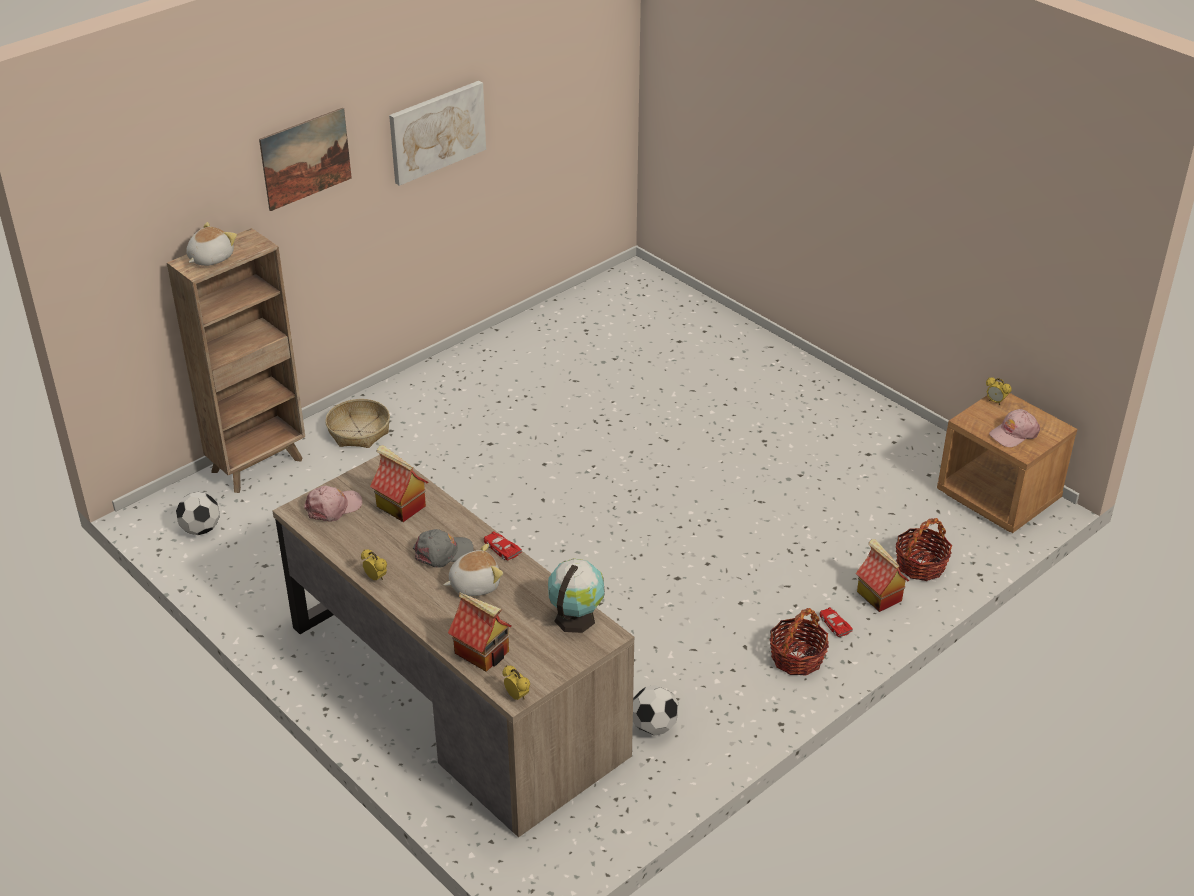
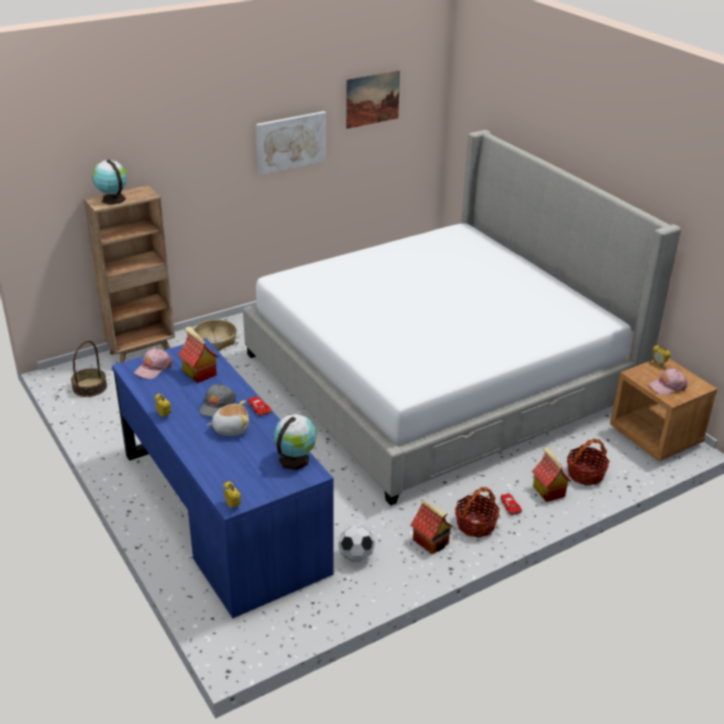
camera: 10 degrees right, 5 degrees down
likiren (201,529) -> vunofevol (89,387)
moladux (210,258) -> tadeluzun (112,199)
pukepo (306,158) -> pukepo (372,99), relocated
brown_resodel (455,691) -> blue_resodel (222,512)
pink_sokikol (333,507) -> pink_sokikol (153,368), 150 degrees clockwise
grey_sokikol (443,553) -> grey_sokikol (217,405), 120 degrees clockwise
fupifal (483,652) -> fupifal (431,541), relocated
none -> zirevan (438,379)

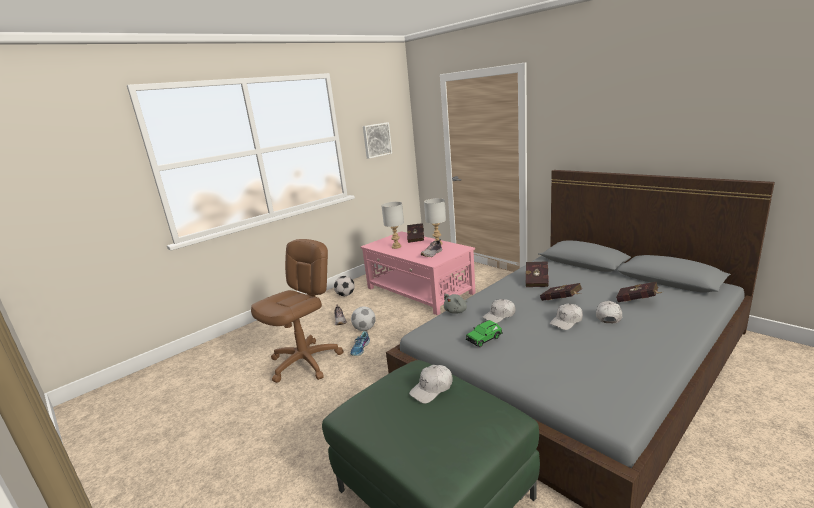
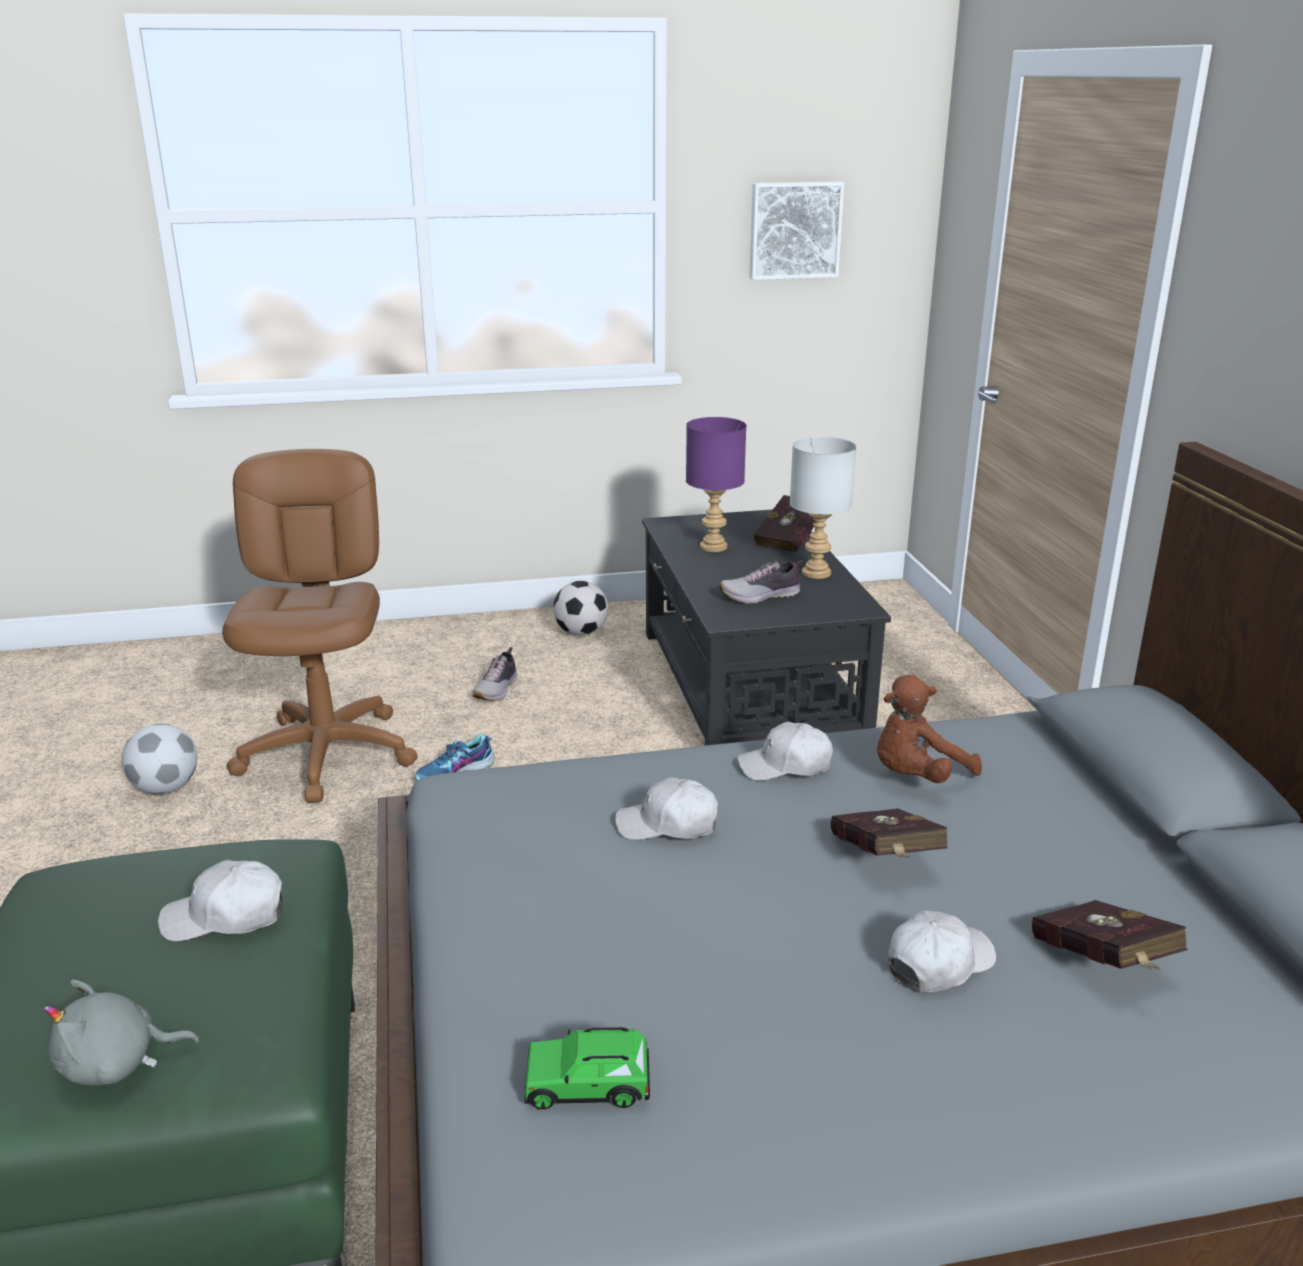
camera: 30 degrees right, 5 degrees up
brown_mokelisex (305,362) -> brown_mokelisex (328,754), 75 degrees counterclockwise
likiren (364,329) -> likiren (165,788), relocated
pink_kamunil (419,291) -> black_kamunil (749,687)
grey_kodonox (396,246) -> purple_kodonox (714,547)
grey_moladux (456,311) -> grey_moladux (117,1064), relocated
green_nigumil (484,339) -> green_nigumil (588,1085), relocated
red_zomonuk (537,281) -> brown_moladux (916,777)
white_sokikol (566,321) -> white_sokikol (785,766), relocated

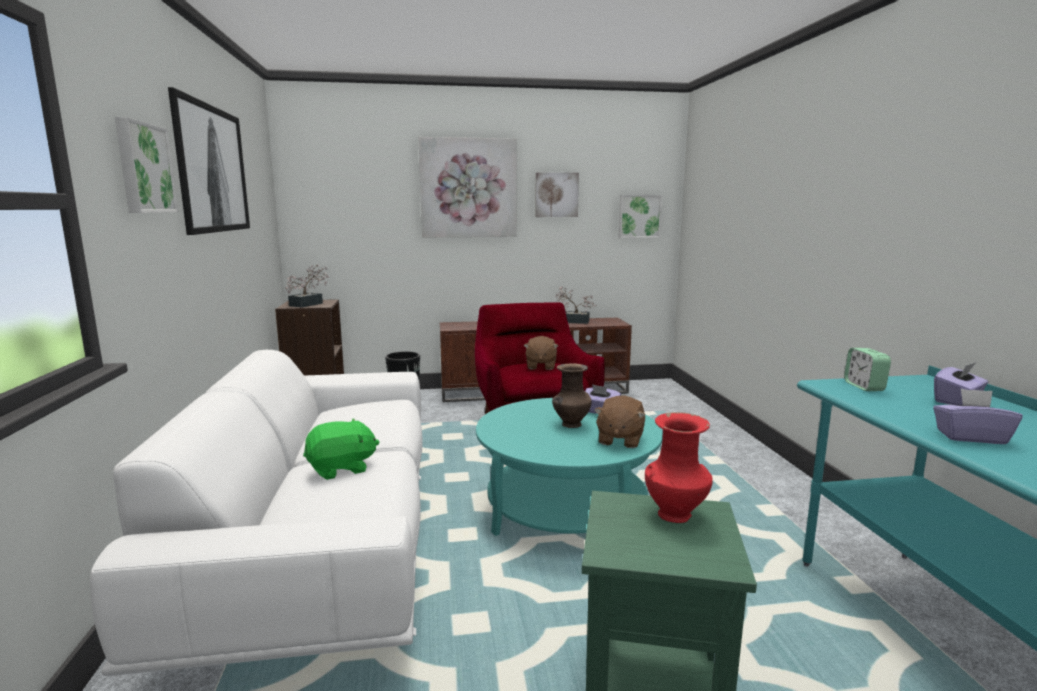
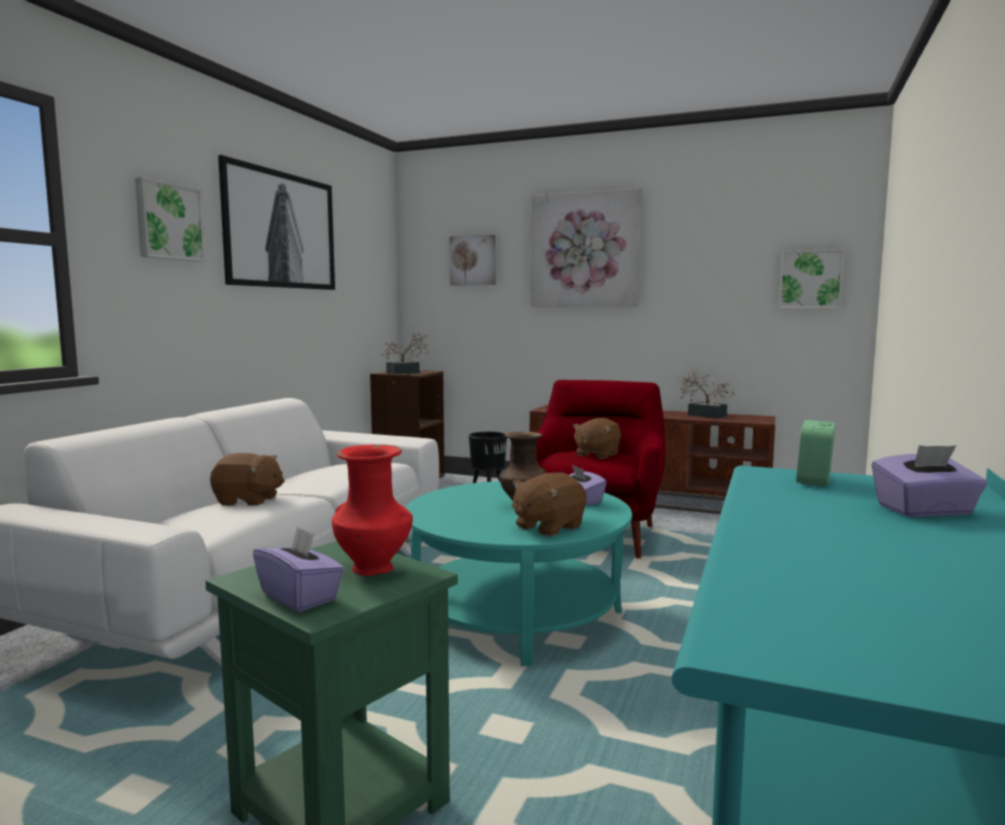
camera: 30 degrees right, 5 degrees down
green_moladux (341,469) -> brown_moladux (248,501)
pukepo (556,195) -> pukepo (473,260), relocated
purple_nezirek (970,437) -> purple_nezirek (300,596), relocated

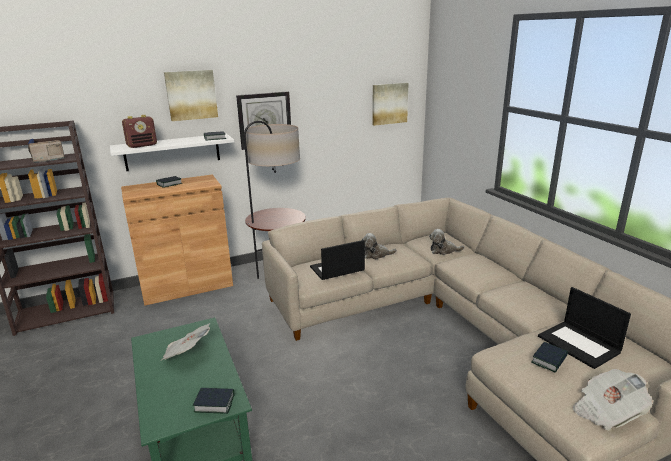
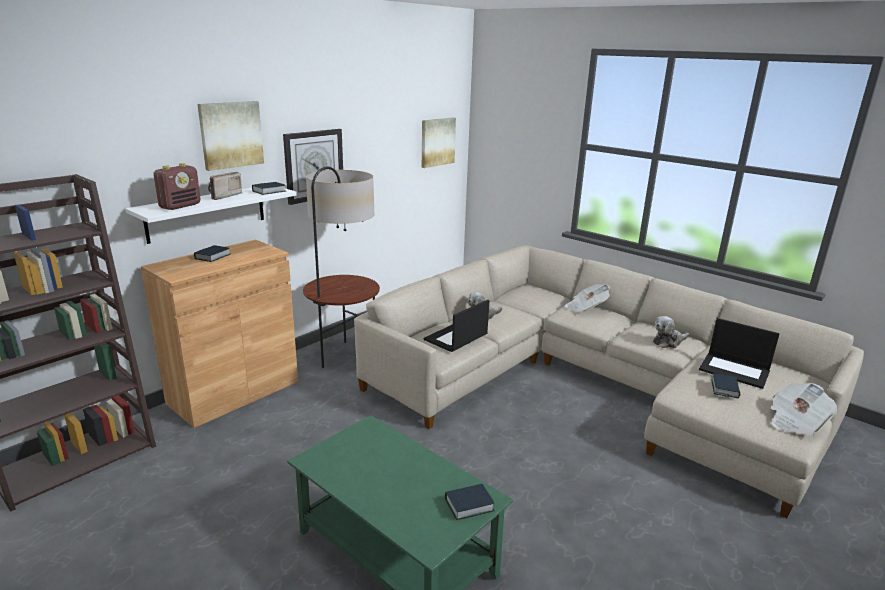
camera: 25 degrees left, 0 degrees up
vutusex (47,160) -> vutusex (222,196), relocated
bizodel (187,353) -> bizodel (586,308), relocated
moladux (443,250) -> moladux (668,342), relocated

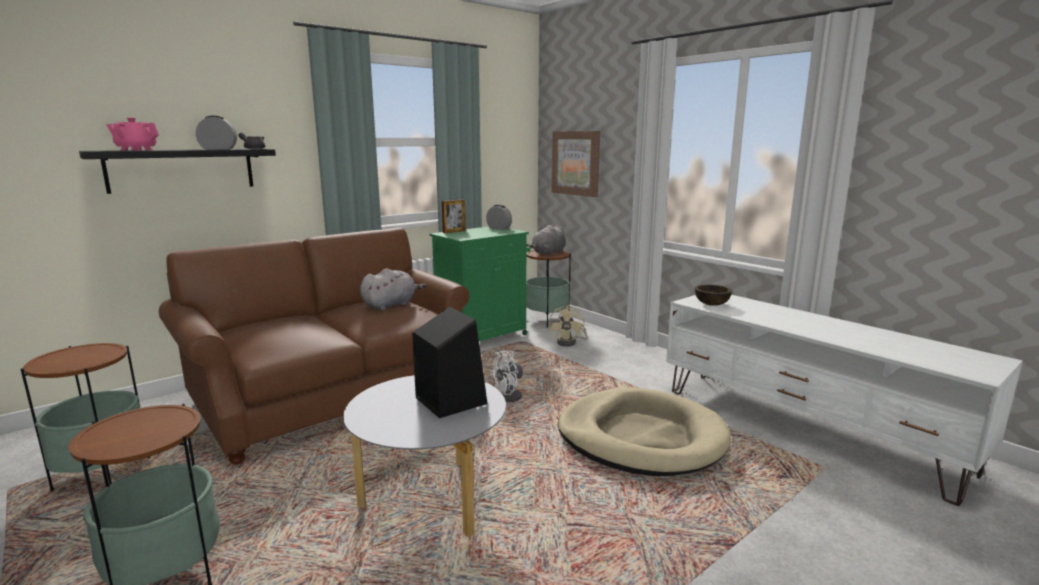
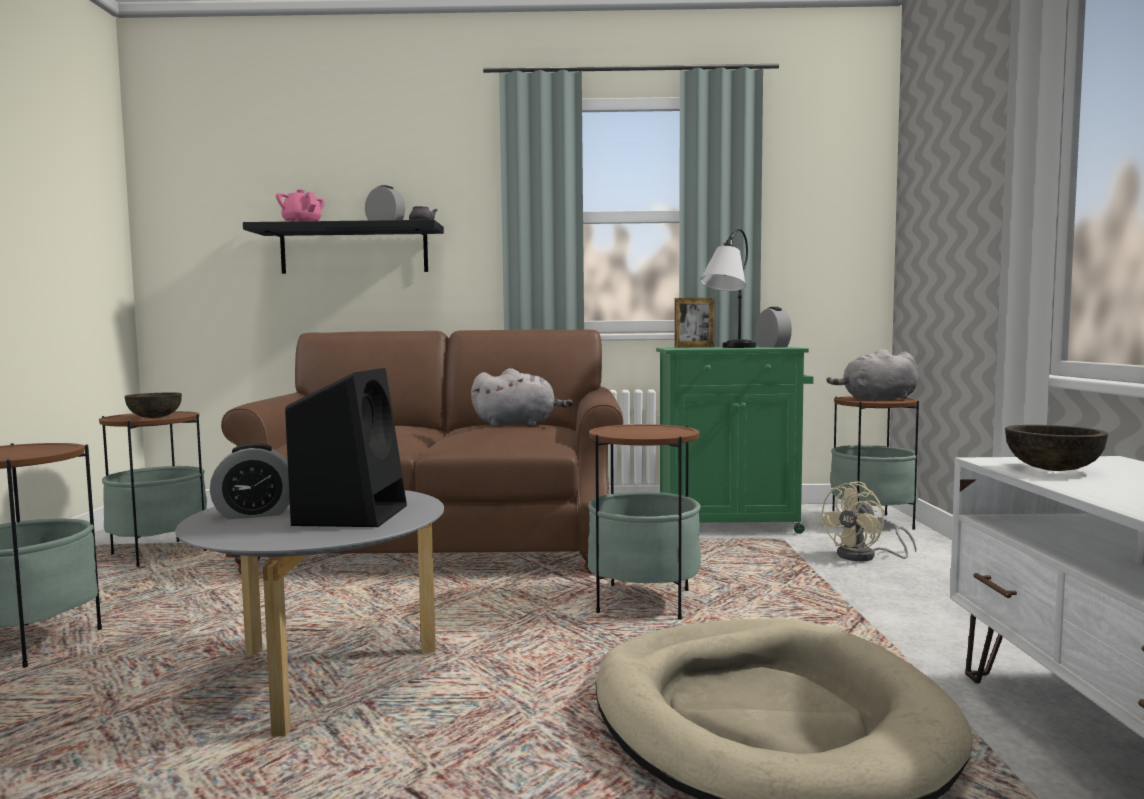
camera: 40 degrees right, 10 degrees down
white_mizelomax (515,398) -> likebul (644,602)
pukepo (576,163) -> none
none -> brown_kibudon (155,417)
none -> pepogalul (255,514)
none -> kodonox (728,348)

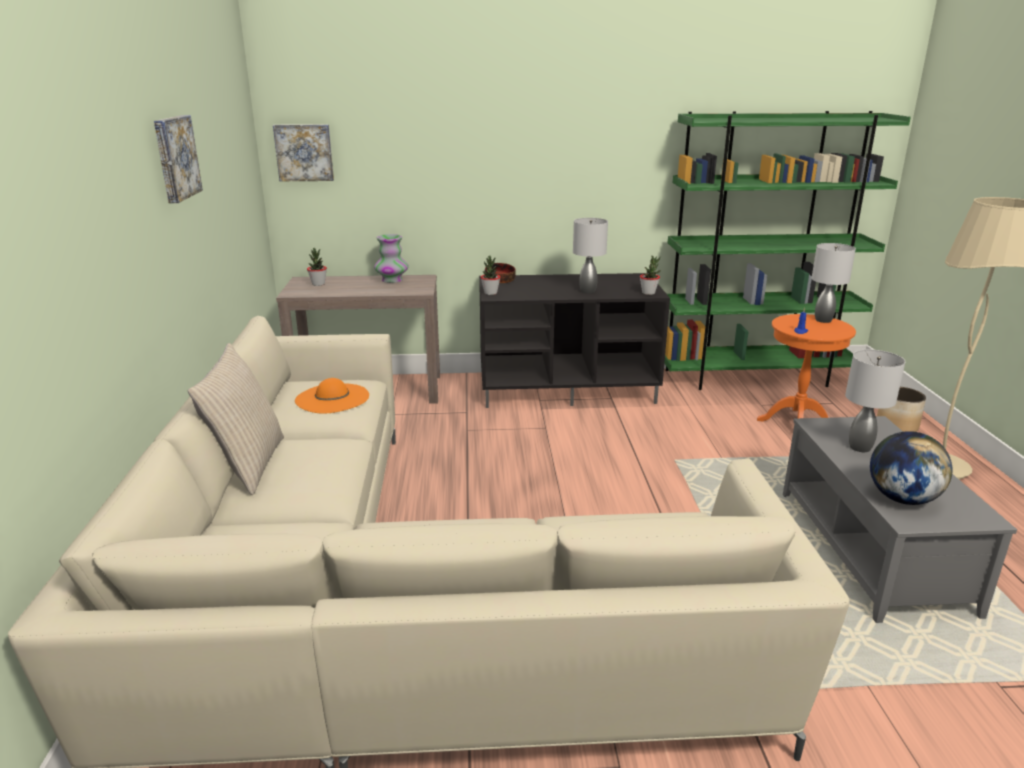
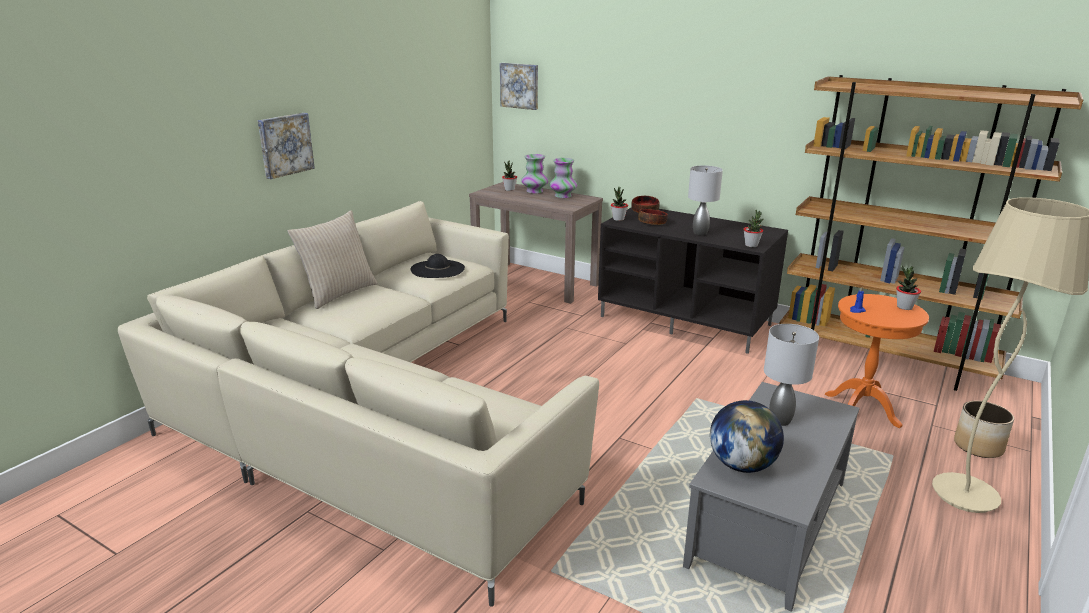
camera: 35 degrees right, 0 degrees up
pukepo (175,158) -> pukepo (285,145), relocated
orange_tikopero (332,398) -> black_tikopero (437,269)
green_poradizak (755,377) -> brown_poradizak (883,360)
grey_kodonox (822,320) -> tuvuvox (904,307)
none -> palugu (534,191)
none -> kibudon (652,223)

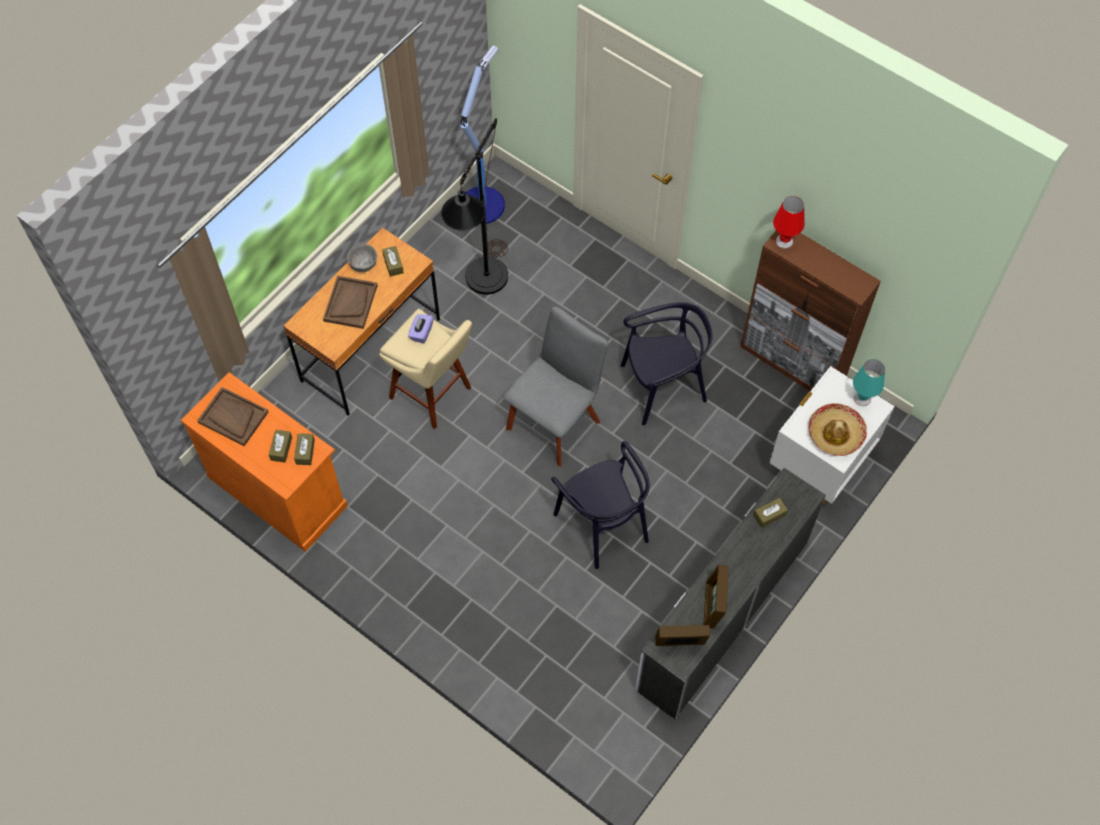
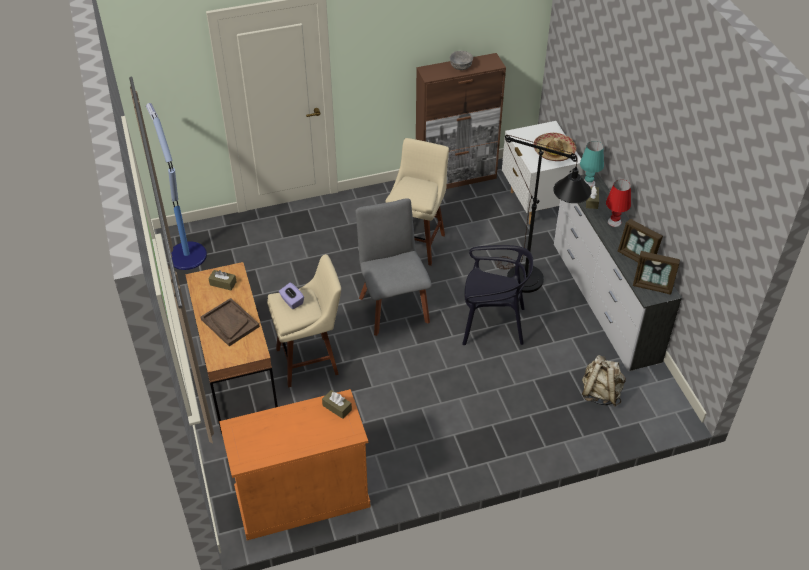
camera: 55 degrees left, 15 degrees down
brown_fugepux (233,417) -> none
brown_nezirek (281,448) -> none
grey_kibudon (363,264) -> grey_kibudon (461,67), relocated
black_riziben (483,286) -> black_riziben (532,285), relocated
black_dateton (663,386) -> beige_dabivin (417,242)
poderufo (679,644) -> poderufo (652,286), 105 degrees counterclockwise
red_kodonox (784,241) -> red_kodonox (614,222), relocated
turquoise_kodonox (862,398) -> turquoise_kodonox (588,183), relocated
none -> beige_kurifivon (600,393)

